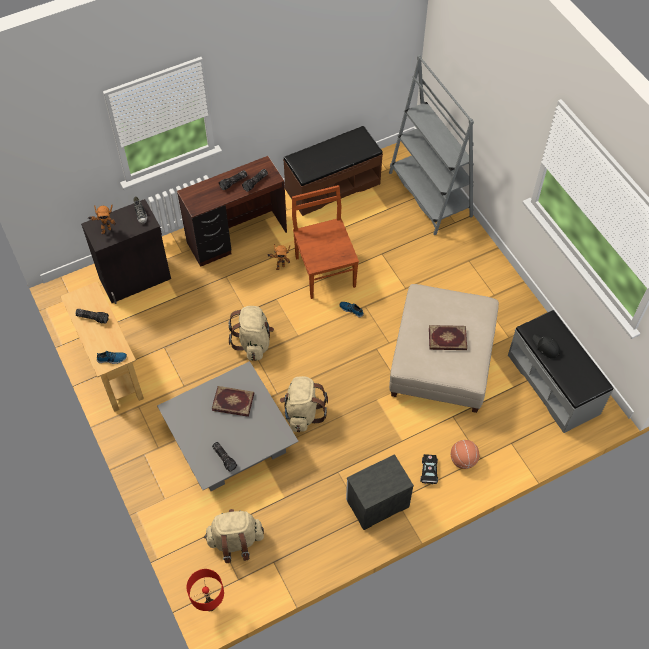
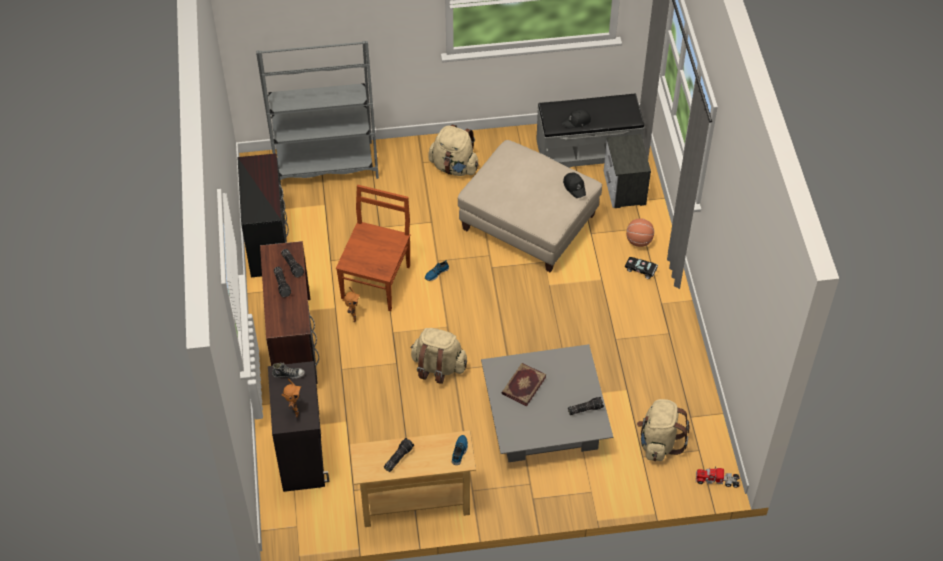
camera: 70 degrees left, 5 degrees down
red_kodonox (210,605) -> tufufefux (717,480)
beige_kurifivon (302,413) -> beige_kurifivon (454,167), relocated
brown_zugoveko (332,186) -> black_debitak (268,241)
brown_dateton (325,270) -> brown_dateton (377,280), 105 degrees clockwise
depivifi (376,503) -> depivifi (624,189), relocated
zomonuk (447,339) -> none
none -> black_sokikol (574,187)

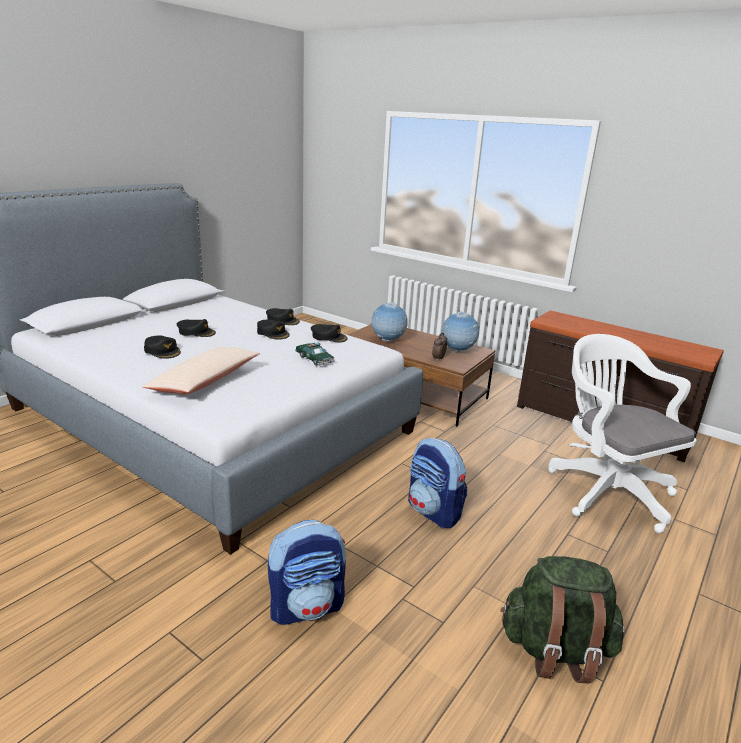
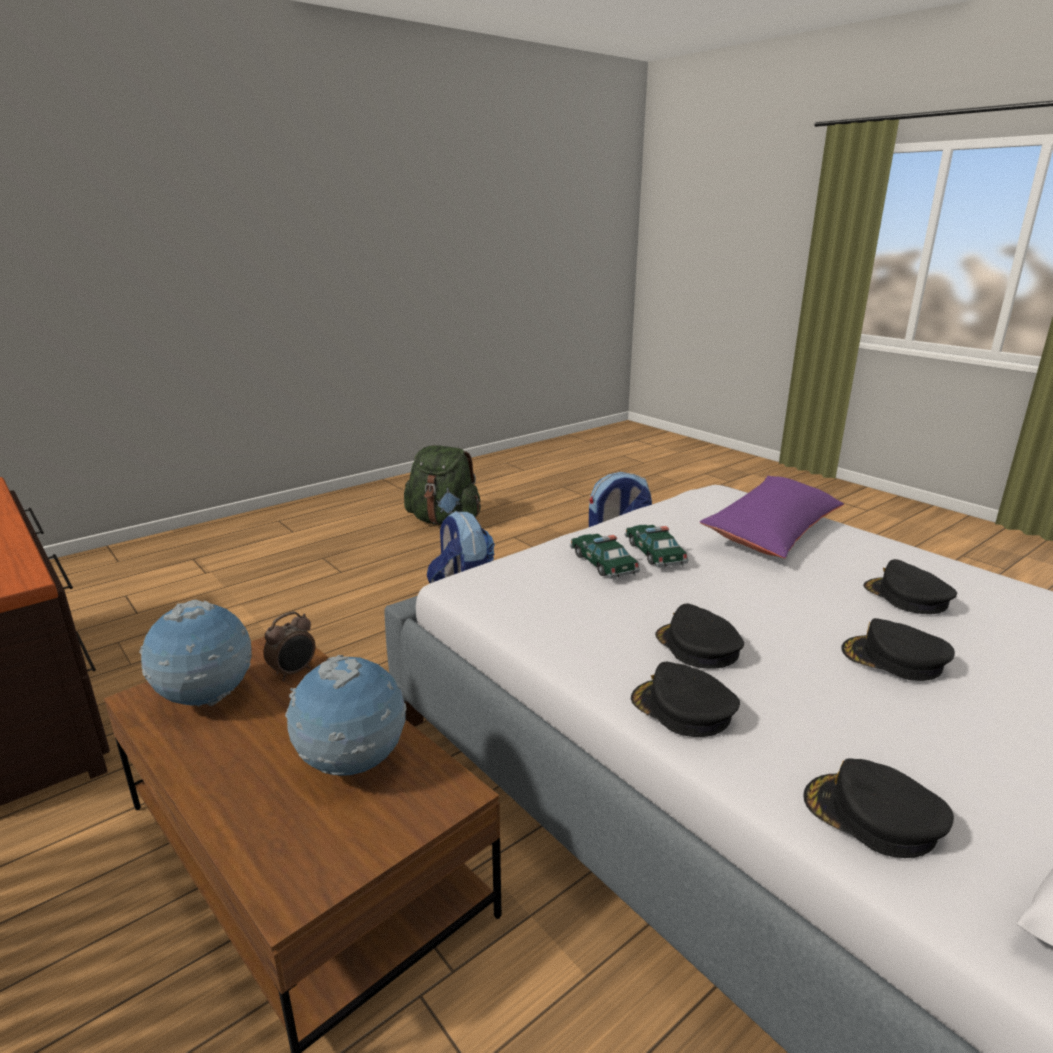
camera: 165 degrees left, 0 degrees up
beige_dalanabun (205,381) -> purple_dalanabun (772,531)
black_sokikol (329,337) -> black_sokikol (872,816), relocated
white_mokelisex (605,490) -> none
none -> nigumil (654,554)

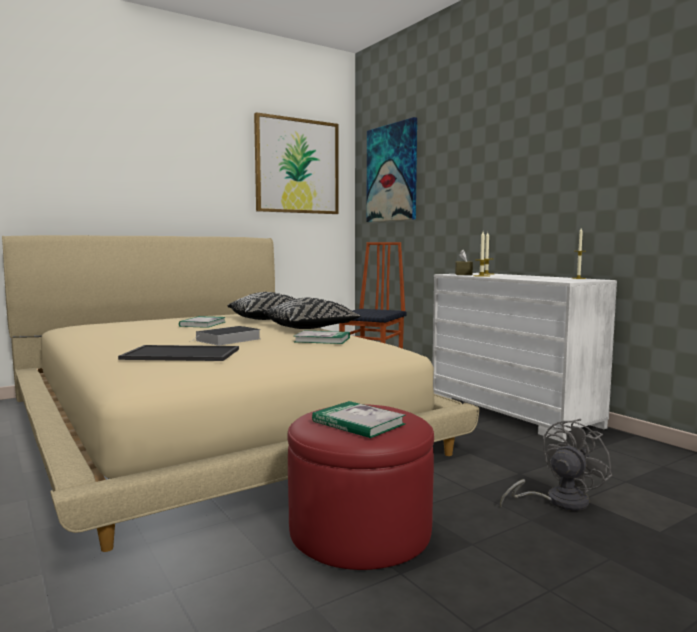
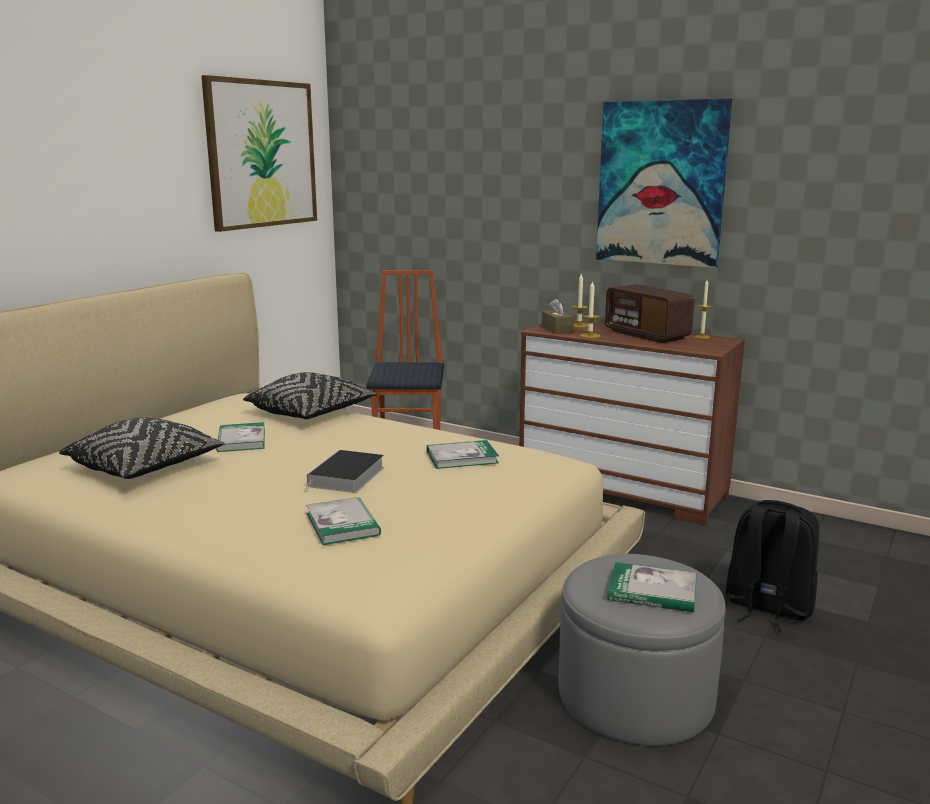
camera: 25 degrees left, 10 degrees up
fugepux (179,354) -> zomonuk (342,524)
black_dalanabun (311,329) -> black_dalanabun (146,468), relocated
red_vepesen (360,530) -> grey_vepesen (635,695)
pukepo (392,173) -> pukepo (661,183), relocated
white_debitak (513,412) -> brown_debitak (622,489)
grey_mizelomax (558,501) -> black_kurifivon (767,608)
none -> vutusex (647,334)

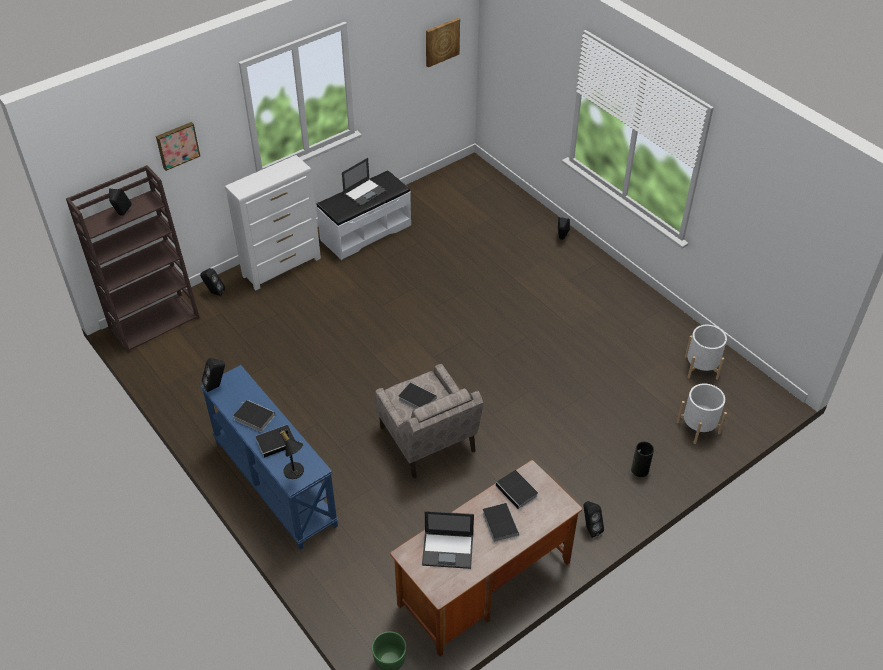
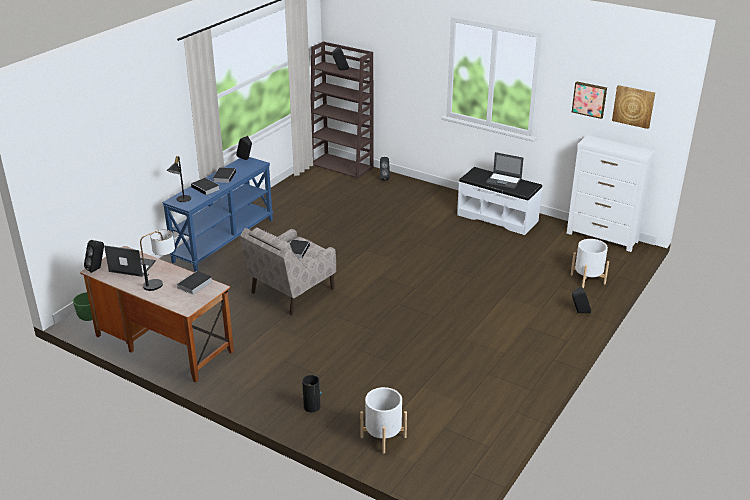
camera: 70 degrees right, 15 degrees down
pukepo (177,145) -> pukepo (589,99), relocated
white_debitak (282,267) -> white_debitak (602,238), relocated
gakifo (448,550) -> gakifo (131,266), 120 degrees clockwise
zomonuk (499,523) -> kodonox (162,282)
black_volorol (590,528) -> black_volorol (97,269), relocated
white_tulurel (701,367) -> white_tulurel (588,279), relocated

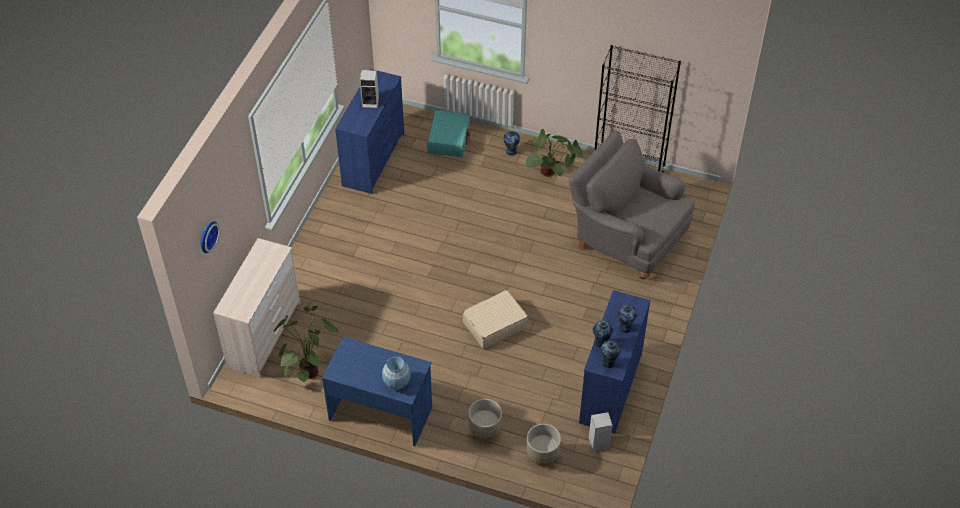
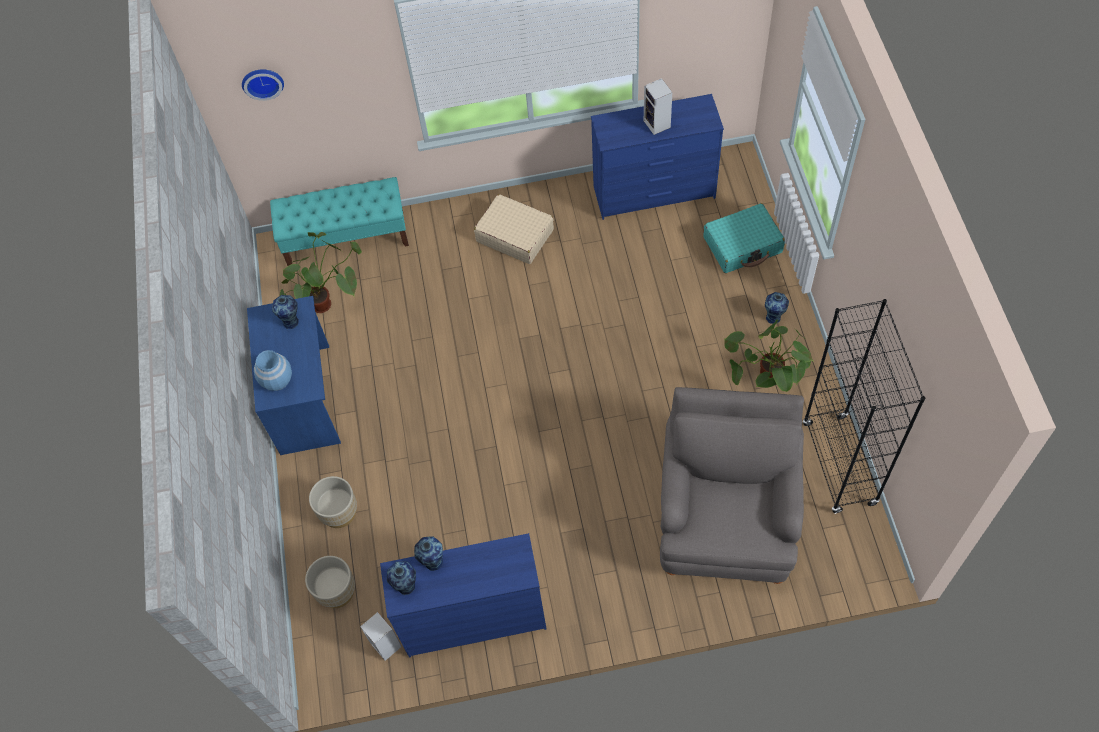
camera: 65 degrees right, 10 degrees up
beige_debitak (265,335) -> turquoise_zugoveko (346,239)
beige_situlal (494,325) -> beige_situlal (514,235), relocated
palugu (625,327) -> palugu (291,321), relocated

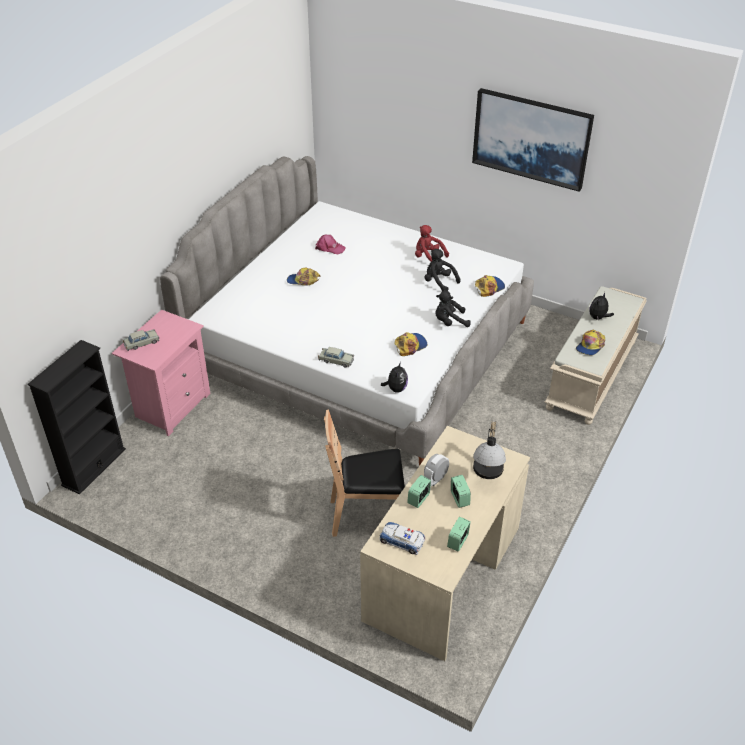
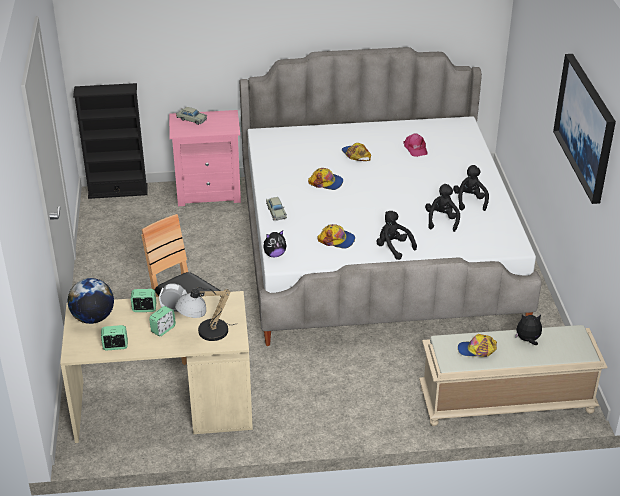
camera: 55 degrees right, 5 degrees down
nigumil (402,540) -> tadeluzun (93,318)
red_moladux (428,257) -> black_moladux (470,201)
sokikol (489,287) -> sokikol (326,182), relocated

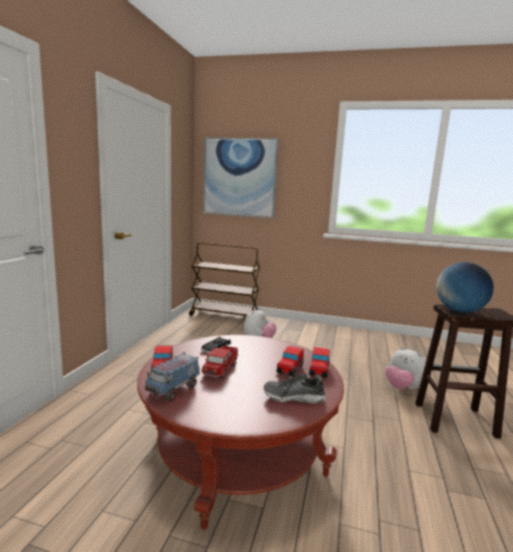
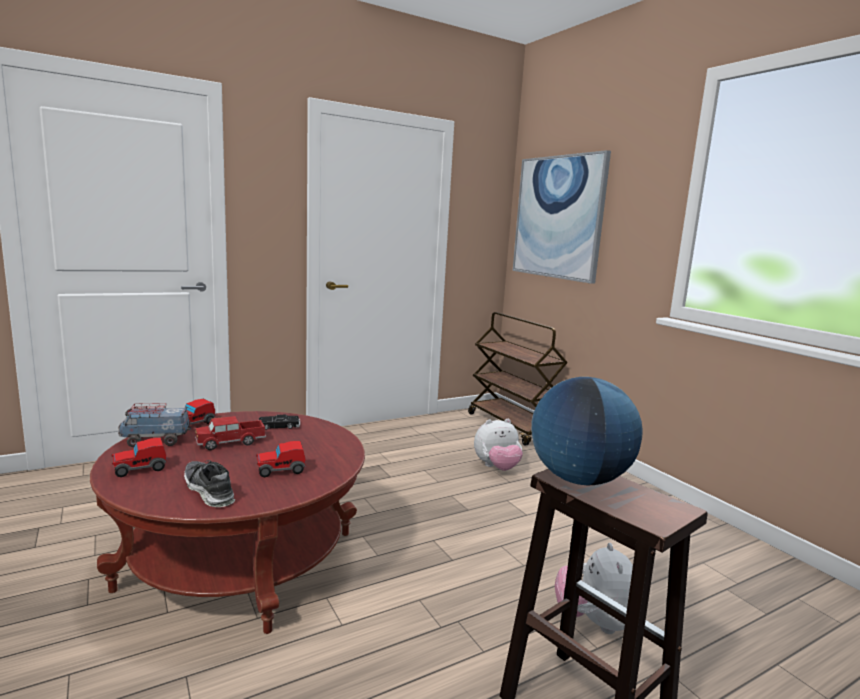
camera: 45 degrees right, 0 degrees up
nigumil (319,370) -> nigumil (139,469), relocated

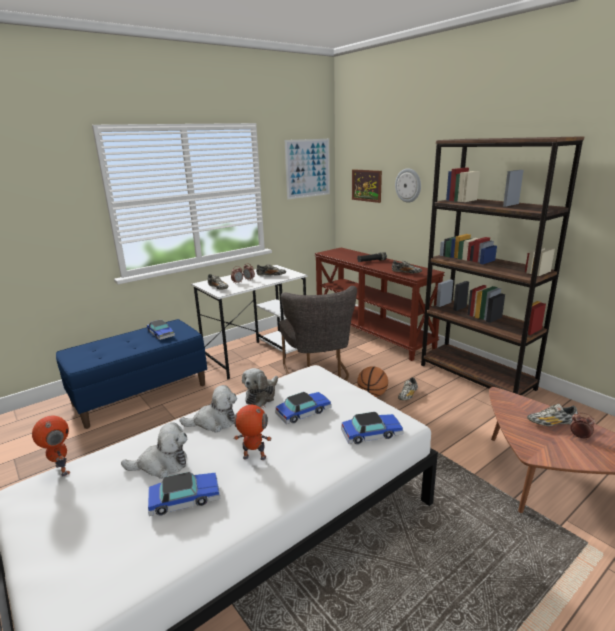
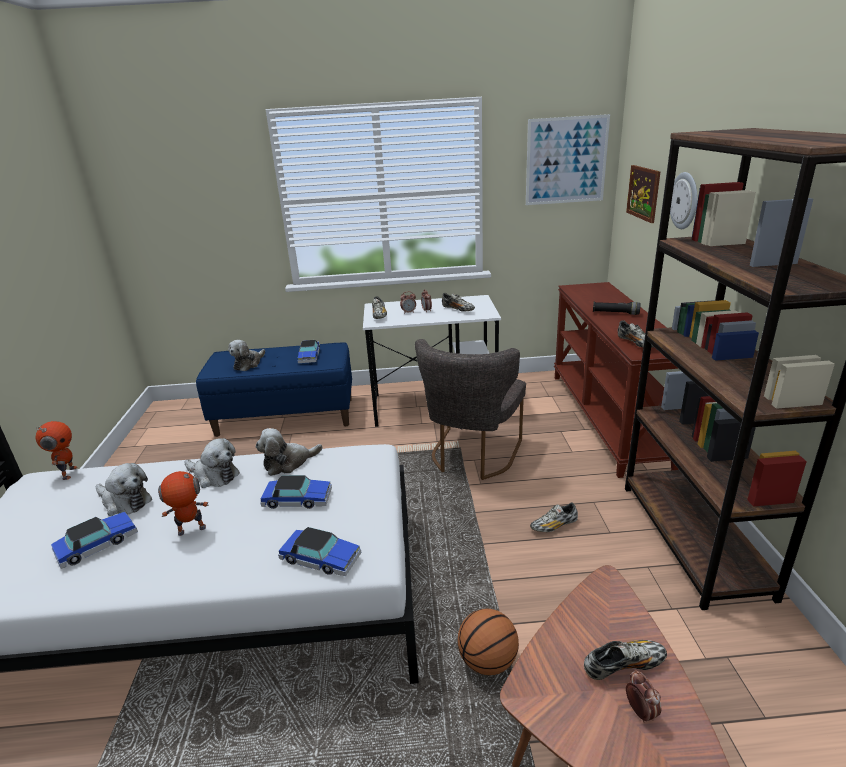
camera: 35 degrees right, 5 degrees up
nigumil (185,499) -> nigumil (97,544), 60 degrees counterclockwise
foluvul (254,458) -> foluvul (191,531), 60 degrees counterclockwise
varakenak (372,395) -> varakenak (487,661), relocated
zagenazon (551,423) -> zagenazon (623,666), 135 degrees clockwise
none -> moladux (248,364)

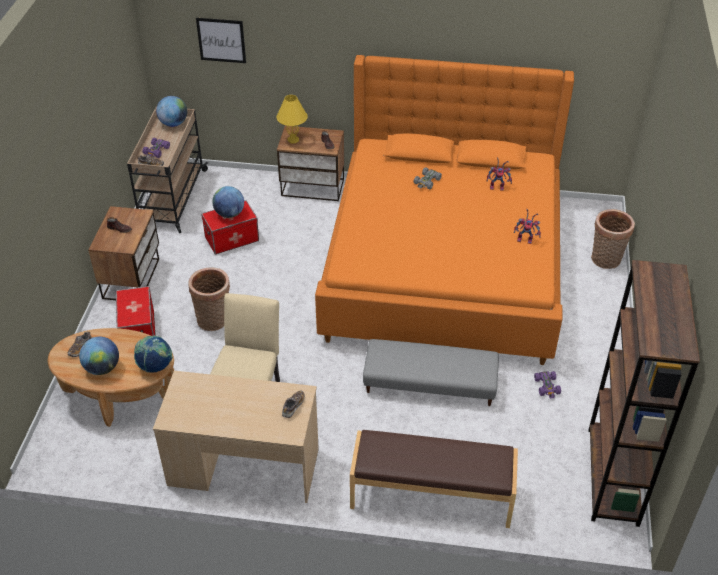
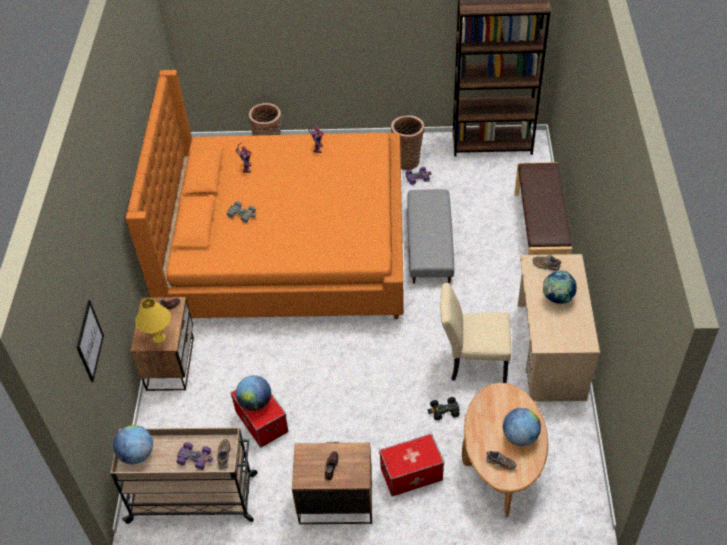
camera: 95 degrees left, 5 degrees up
tadeluzun (156,366) -> tadeluzun (557,298), relocated
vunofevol (214,321) -> vunofevol (407,160), relocated
none -> black_nigumil (444,411)

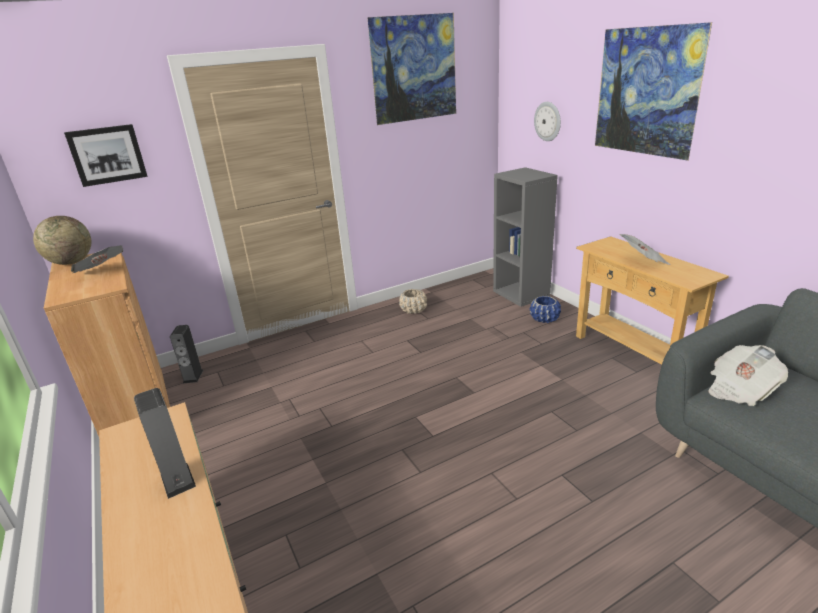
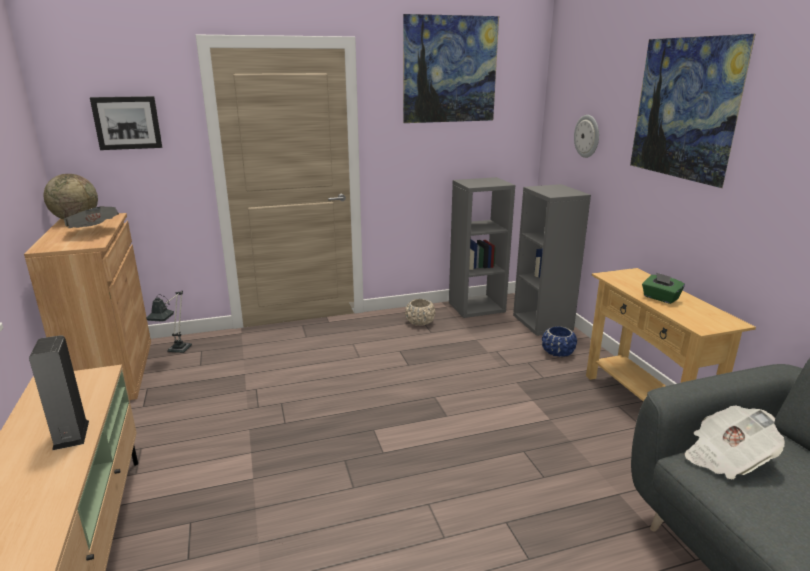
camera: 10 degrees right, 5 degrees down
volorol (193,376) -> kodonox (177,351)
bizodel (643,261) -> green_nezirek (660,298)
none -> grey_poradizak (477,307)

